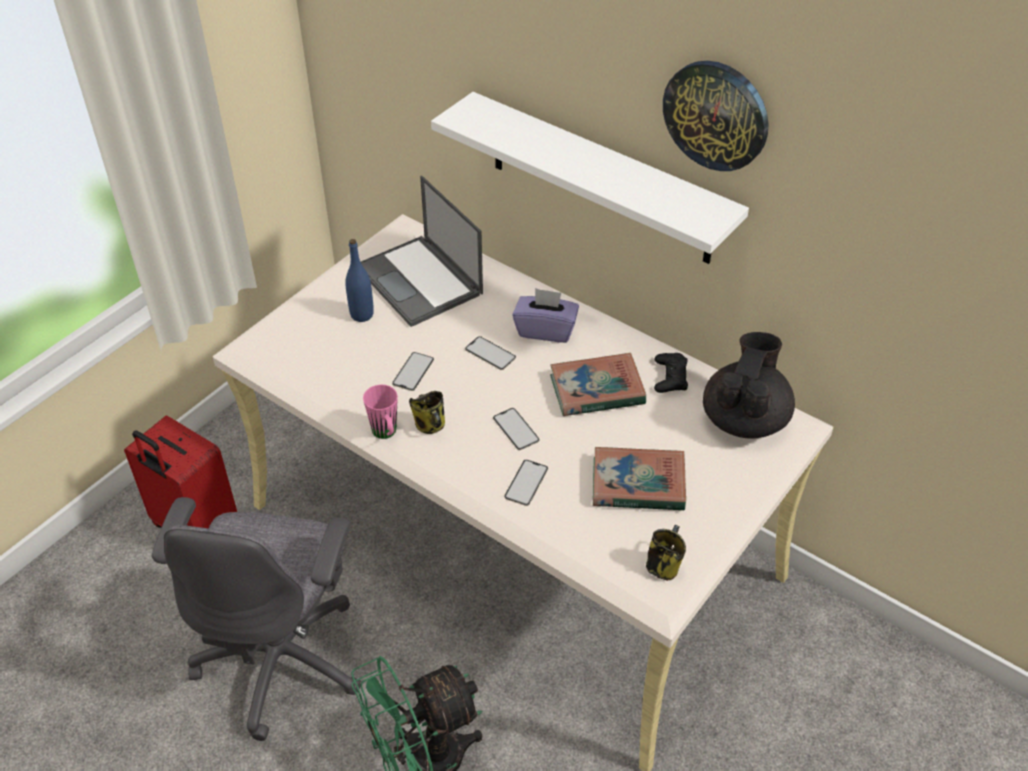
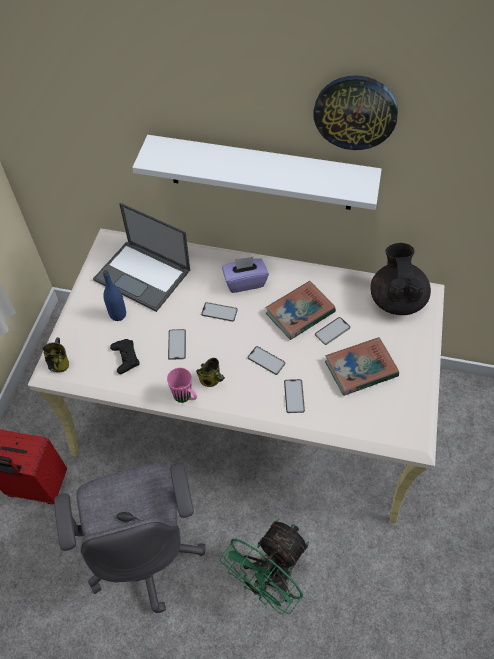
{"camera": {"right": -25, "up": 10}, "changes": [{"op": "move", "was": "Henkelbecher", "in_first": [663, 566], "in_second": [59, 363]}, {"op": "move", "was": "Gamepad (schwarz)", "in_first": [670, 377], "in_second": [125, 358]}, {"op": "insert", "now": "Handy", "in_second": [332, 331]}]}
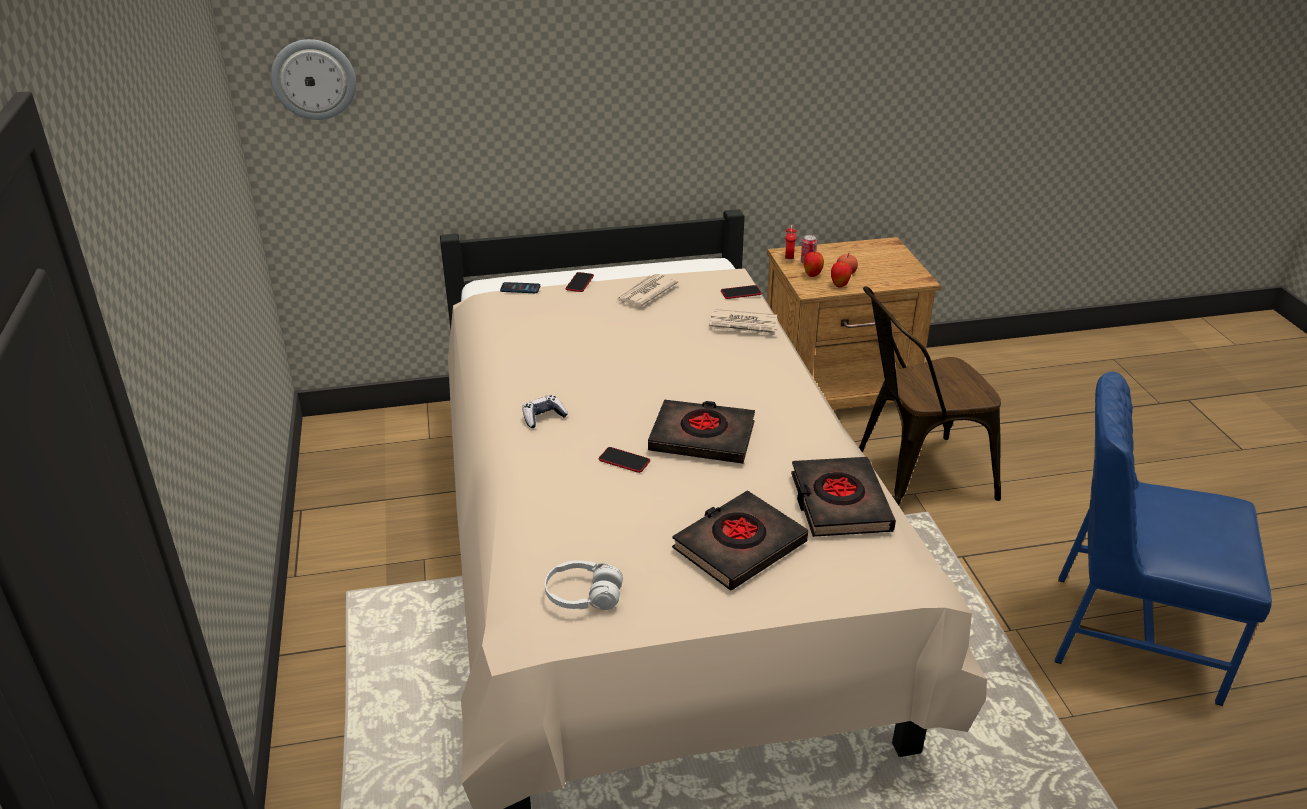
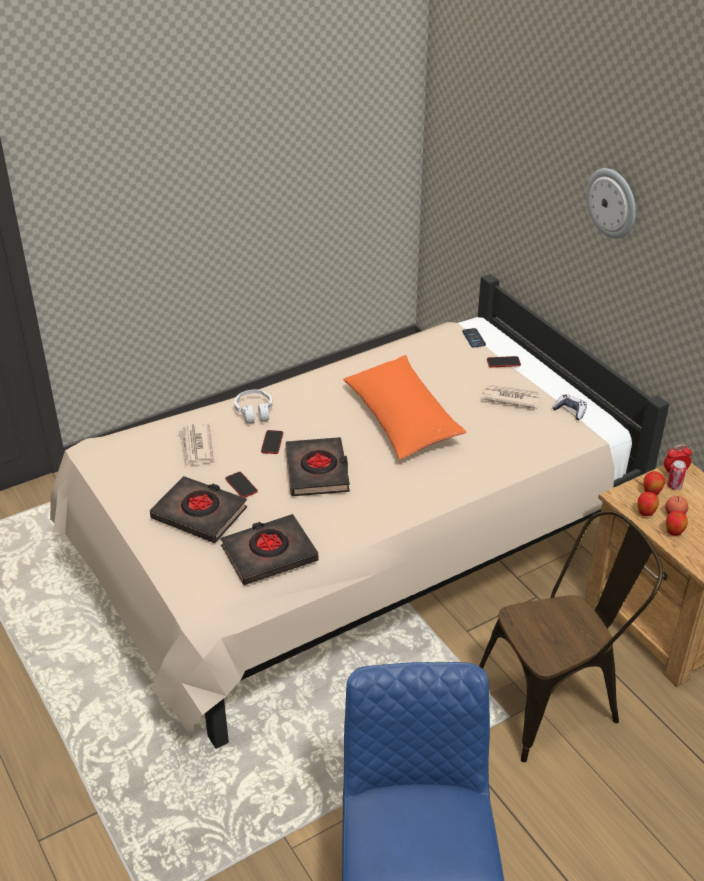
{"camera": {"right": 70, "up": 5}, "changes": [{"op": "move", "was": "Wanduhr", "in_first": [314, 79], "in_second": [612, 203]}, {"op": "move", "was": "Gamepad", "in_first": [543, 417], "in_second": [570, 411]}, {"op": "move", "was": "Kopfhörer (weiß)", "in_first": [583, 596], "in_second": [254, 412]}, {"op": "move", "was": "Zeitung", "in_first": [744, 326], "in_second": [195, 447]}, {"op": "move", "was": "Handy", "in_first": [741, 293], "in_second": [241, 485]}, {"op": "rotate", "was": "Stuhl (braun)", "in_first": [912, 477], "in_second": [557, 699], "clockwise": 105}, {"op": "insert", "now": "Kissen (orange)", "in_second": [402, 418]}, {"op": "insert", "now": "Apfel", "in_second": [673, 533]}]}
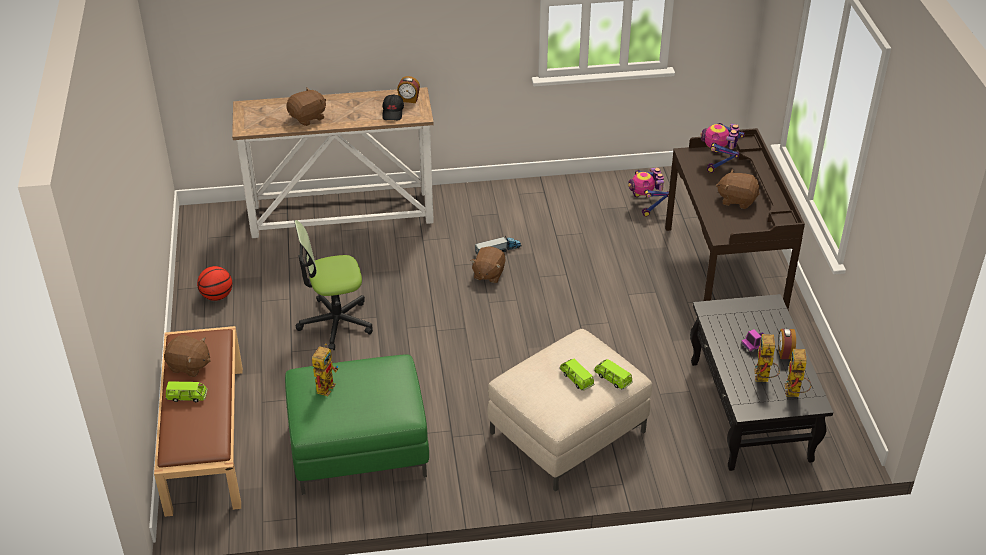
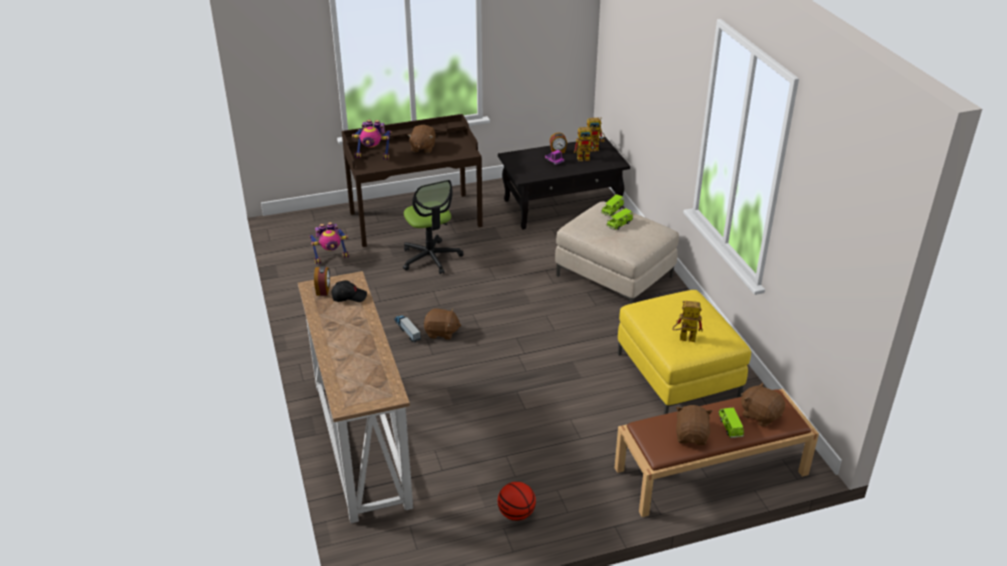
{"camera": {"right": -100, "up": -5}, "changes": [{"op": "recolor", "was": "Polsterhocker (grün)", "now": "Polsterhocker (gelb)", "in_first": [359, 447], "in_second": [677, 375]}, {"op": "move", "was": "Plüschtier (braun)", "in_first": [308, 117], "in_second": [760, 415]}, {"op": "move", "was": "Bürostuhl", "in_first": [335, 323], "in_second": [431, 258]}]}
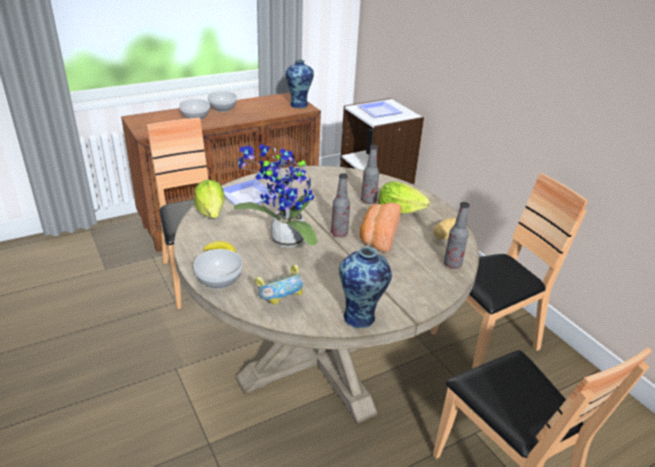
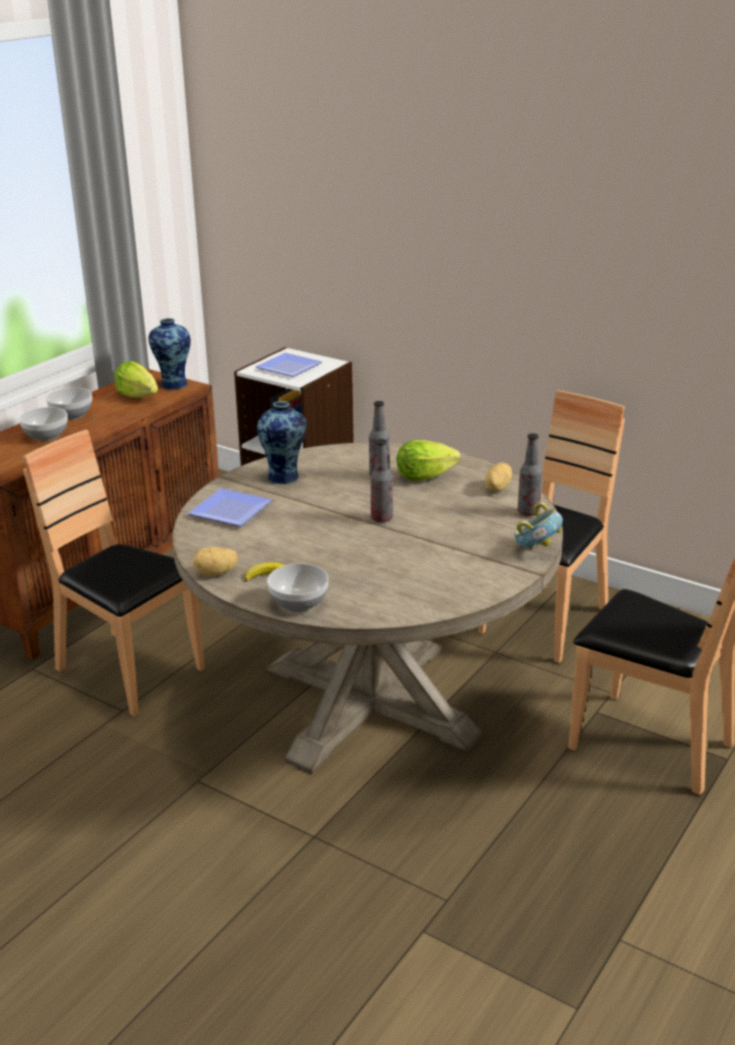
{"camera": {"right": -25, "up": -5}, "changes": [{"op": "move", "was": "Salatkopf", "in_first": [211, 212], "in_second": [138, 396]}, {"op": "delete", "was": "Topfpflanze", "in_first": [283, 241]}, {"op": "move", "was": "Schüssel", "in_first": [280, 302], "in_second": [536, 549]}, {"op": "move", "was": "Vase", "in_first": [361, 317], "in_second": [284, 477]}, {"op": "delete", "was": "Brot", "in_first": [378, 237]}, {"op": "insert", "now": "Kartoffel", "in_second": [216, 573]}]}
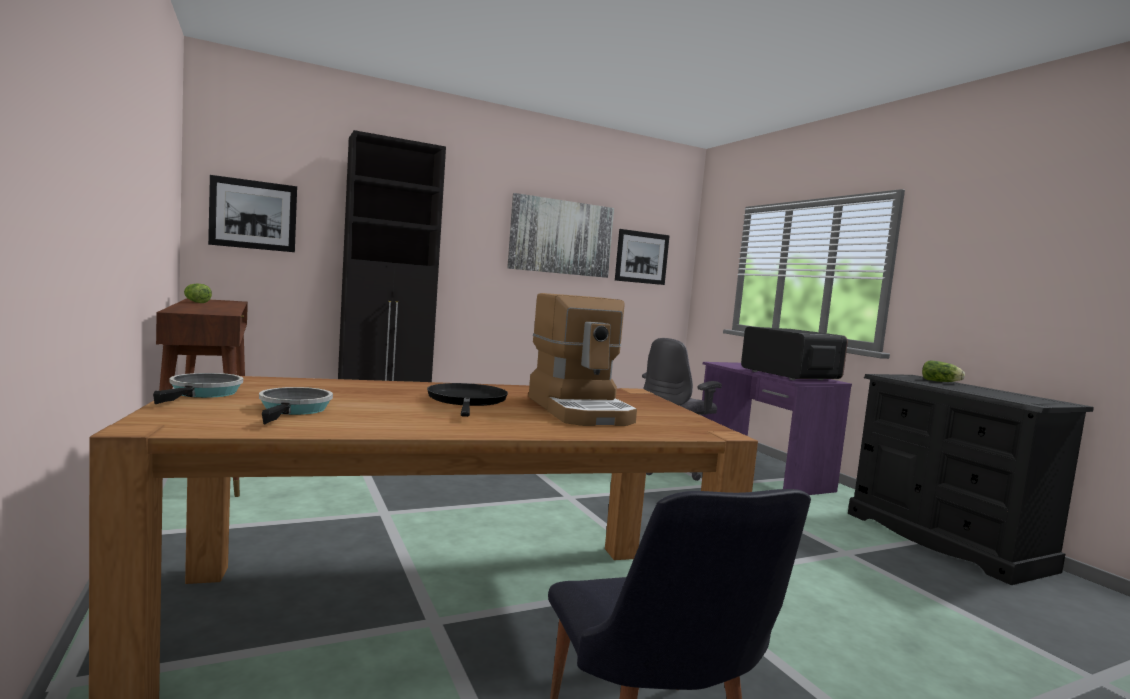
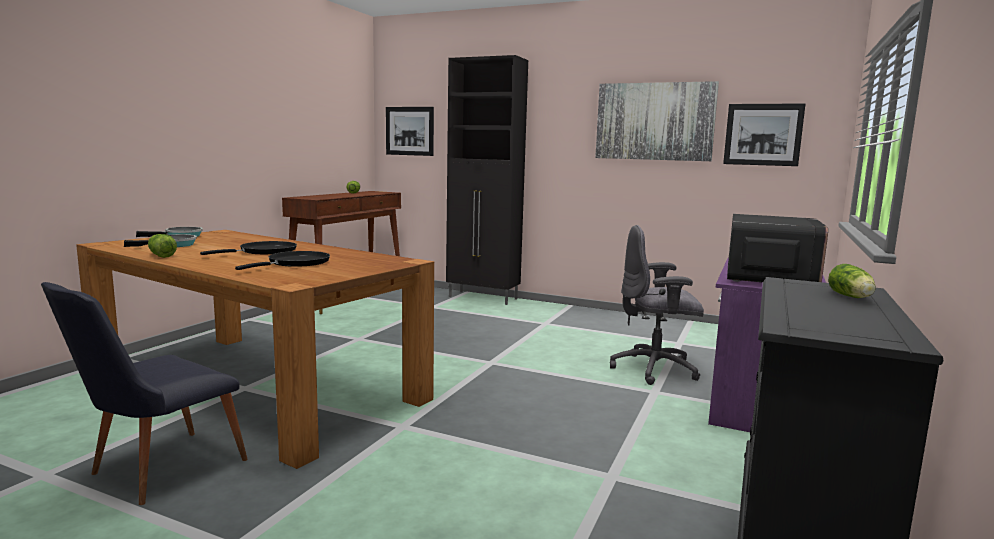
{"camera": {"right": 50, "up": 5}, "changes": [{"op": "replace", "was": "Kaffeemaschine", "now": "Pfanne (schwarz)", "in_first": [581, 410], "in_second": [295, 263]}, {"op": "insert", "now": "Salatkopf", "in_second": [161, 255]}]}
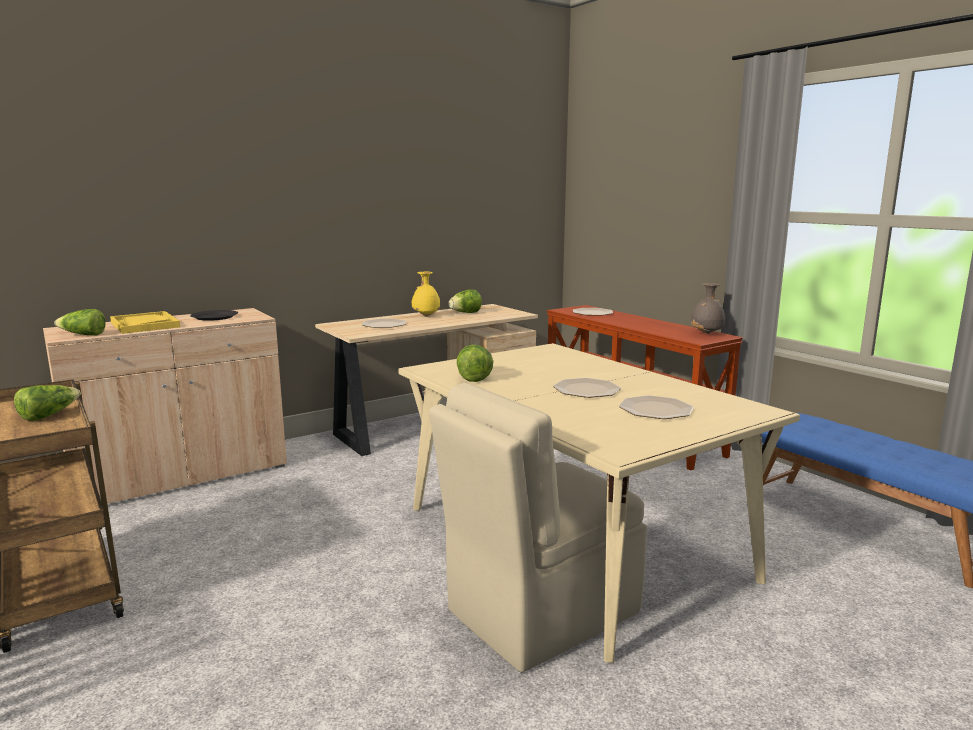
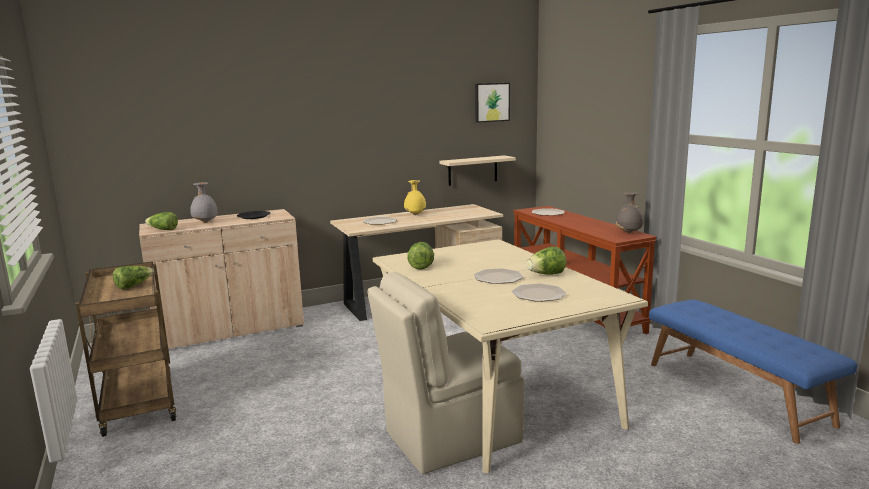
{"camera": {"right": 10, "up": 0}, "changes": [{"op": "replace", "was": "Tablett (gelb)", "now": "Vase (grau)", "in_first": [144, 325], "in_second": [205, 222]}, {"op": "move", "was": "Salatkopf", "in_first": [465, 313], "in_second": [546, 274]}, {"op": "insert", "now": "Wandregal (beige)", "in_second": [472, 170]}, {"op": "insert", "now": "Bild", "in_second": [491, 102]}]}
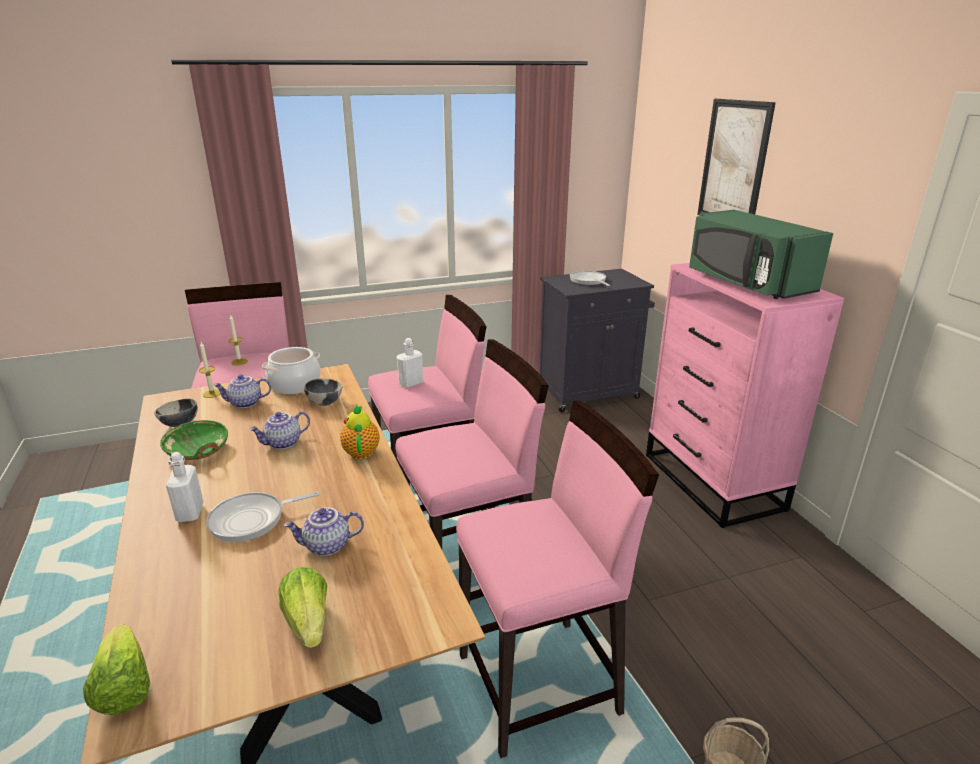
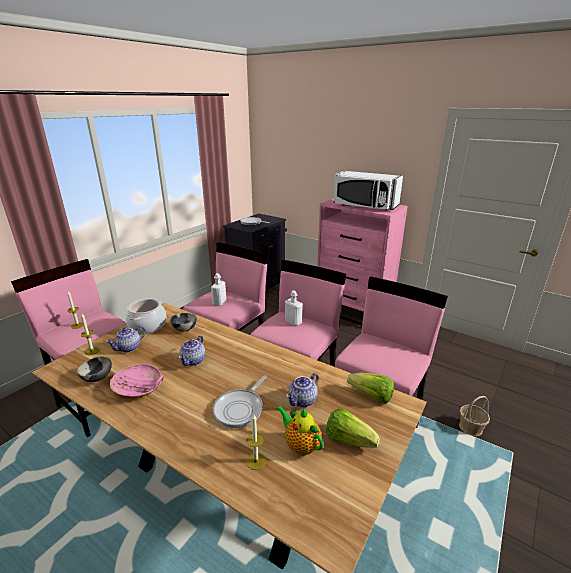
{"camera": {"right": -35, "up": 0}, "changes": [{"op": "move", "was": "Salatkopf", "in_first": [124, 687], "in_second": [371, 396]}, {"op": "recolor", "was": "Schüssel (grün)", "now": "Schüssel (rosa)", "in_first": [198, 450], "in_second": [139, 388]}, {"op": "move", "was": "Flasche (weiß)", "in_first": [190, 512], "in_second": [293, 322]}, {"op": "move", "was": "Teekanne", "in_first": [361, 451], "in_second": [300, 445]}, {"op": "recolor", "was": "Mikrowelle (grün)", "now": "Mikrowelle (weiß)", "in_first": [746, 283], "in_second": [365, 206]}, {"op": "delete", "was": "Bild", "in_first": [733, 163]}, {"op": "insert", "now": "Kerze", "in_second": [256, 461]}]}
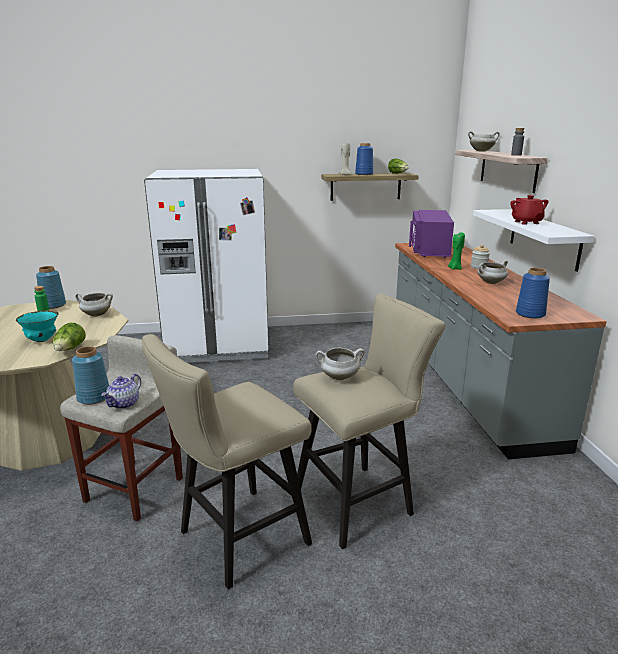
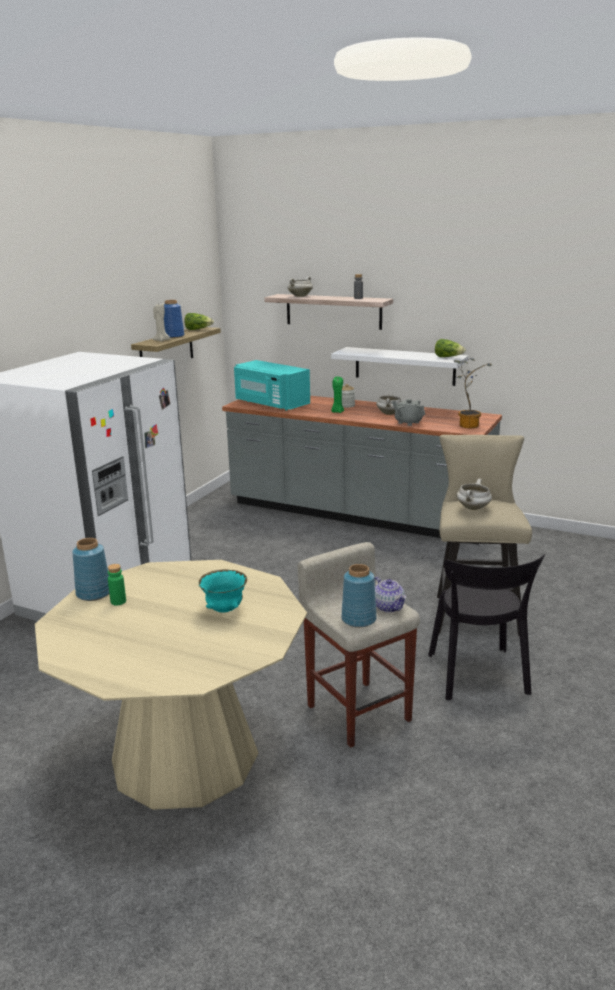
{"camera": {"right": -55, "up": 0}, "changes": [{"op": "move", "was": "Salatkopf", "in_first": [70, 349], "in_second": [448, 357]}, {"op": "delete", "was": "Kochtopf (weiß)", "in_first": [96, 315]}, {"op": "replace", "was": "Hocker (beige)", "now": "Stuhl (schwarz)", "in_first": [236, 540], "in_second": [478, 677]}, {"op": "recolor", "was": "Mikrowelle (lila)", "now": "Mikrowelle (türkis)", "in_first": [429, 250], "in_second": [270, 404]}, {"op": "delete", "was": "Teekanne (rot)", "in_first": [526, 222]}, {"op": "replace", "was": "Vase (blau)", "now": "Topfpflanze", "in_first": [529, 314], "in_second": [467, 425]}, {"op": "insert", "now": "Teekanne (grau)", "in_second": [408, 422]}]}
